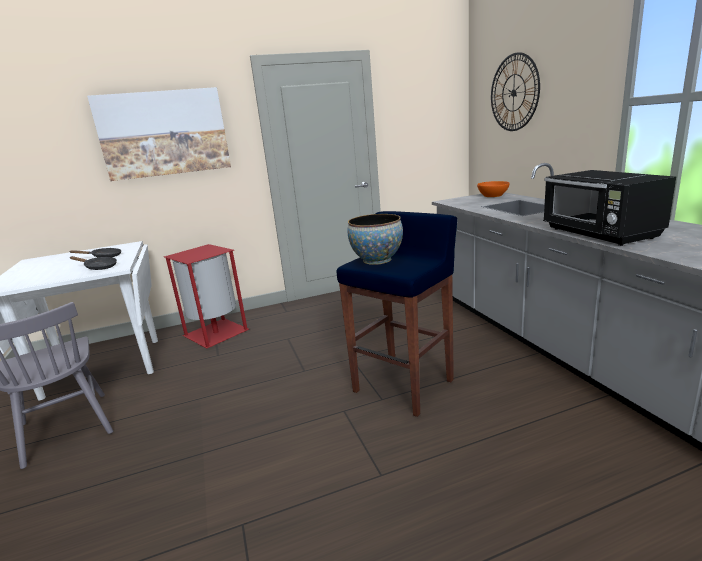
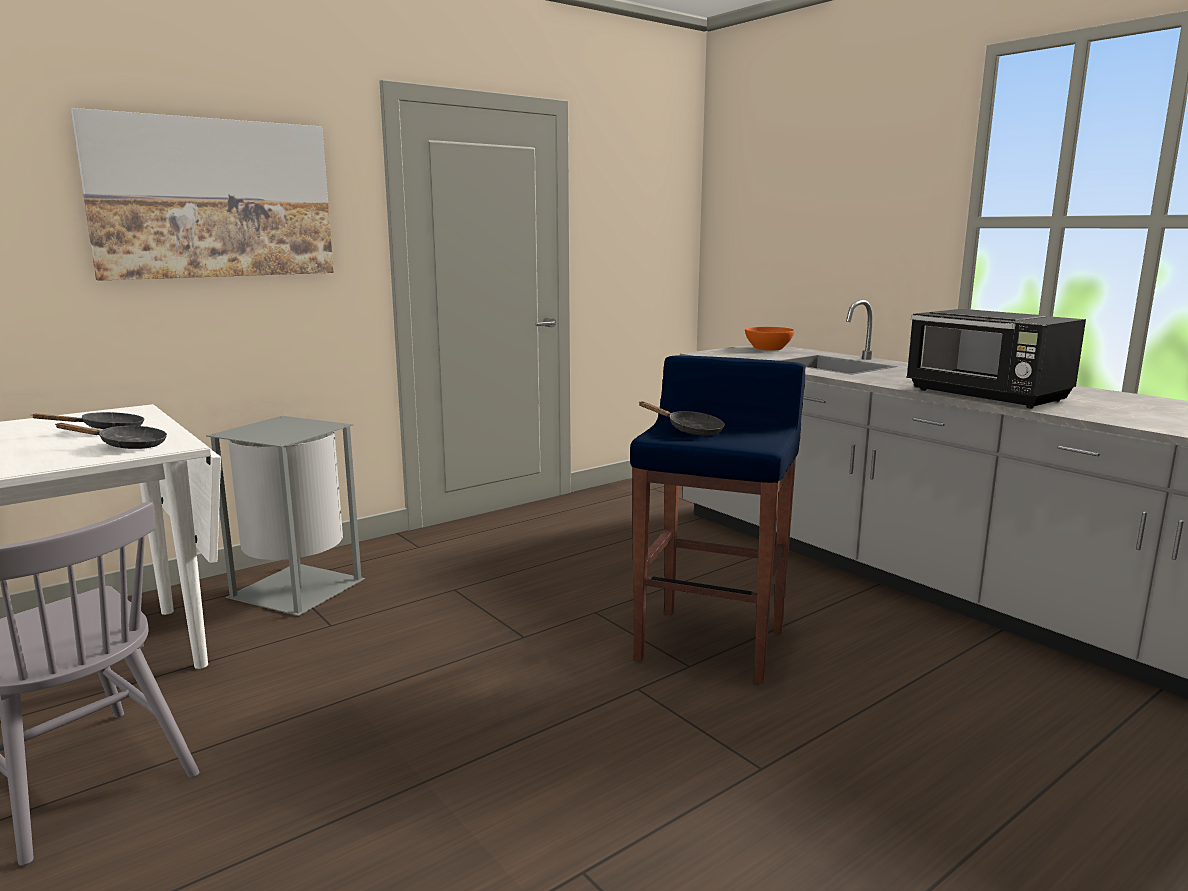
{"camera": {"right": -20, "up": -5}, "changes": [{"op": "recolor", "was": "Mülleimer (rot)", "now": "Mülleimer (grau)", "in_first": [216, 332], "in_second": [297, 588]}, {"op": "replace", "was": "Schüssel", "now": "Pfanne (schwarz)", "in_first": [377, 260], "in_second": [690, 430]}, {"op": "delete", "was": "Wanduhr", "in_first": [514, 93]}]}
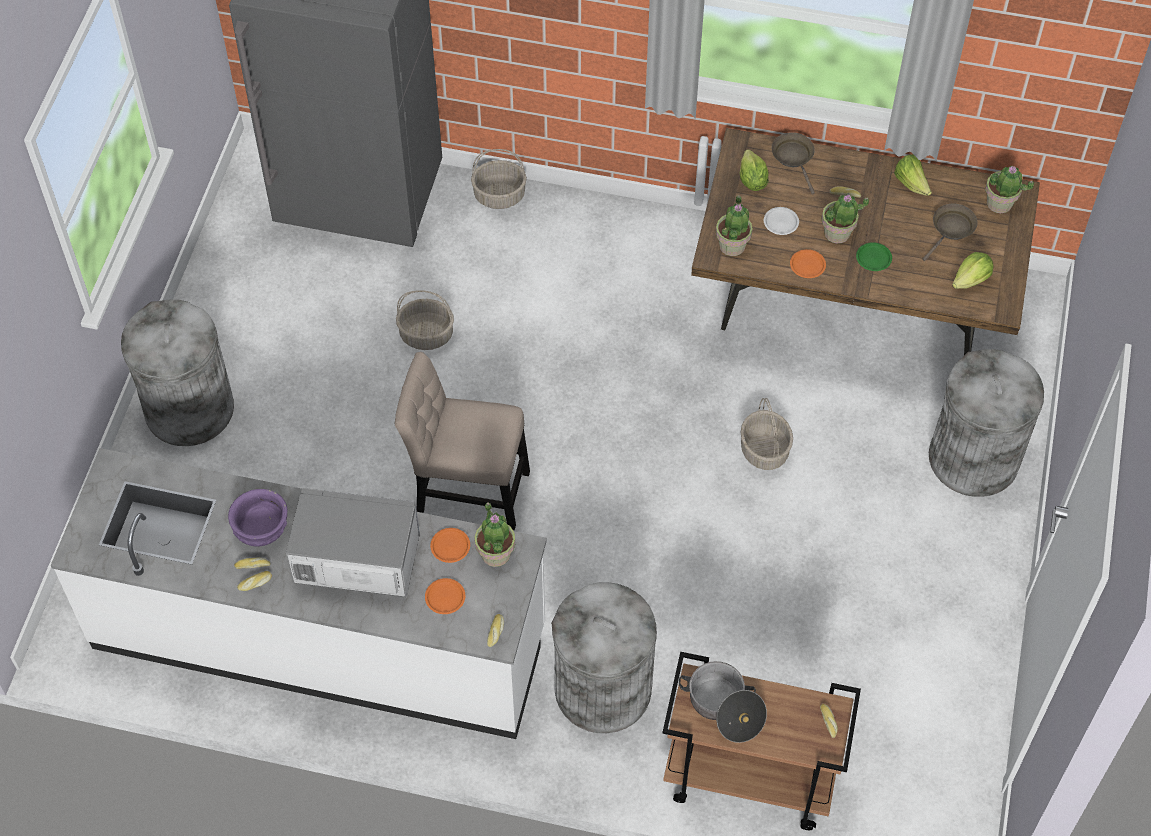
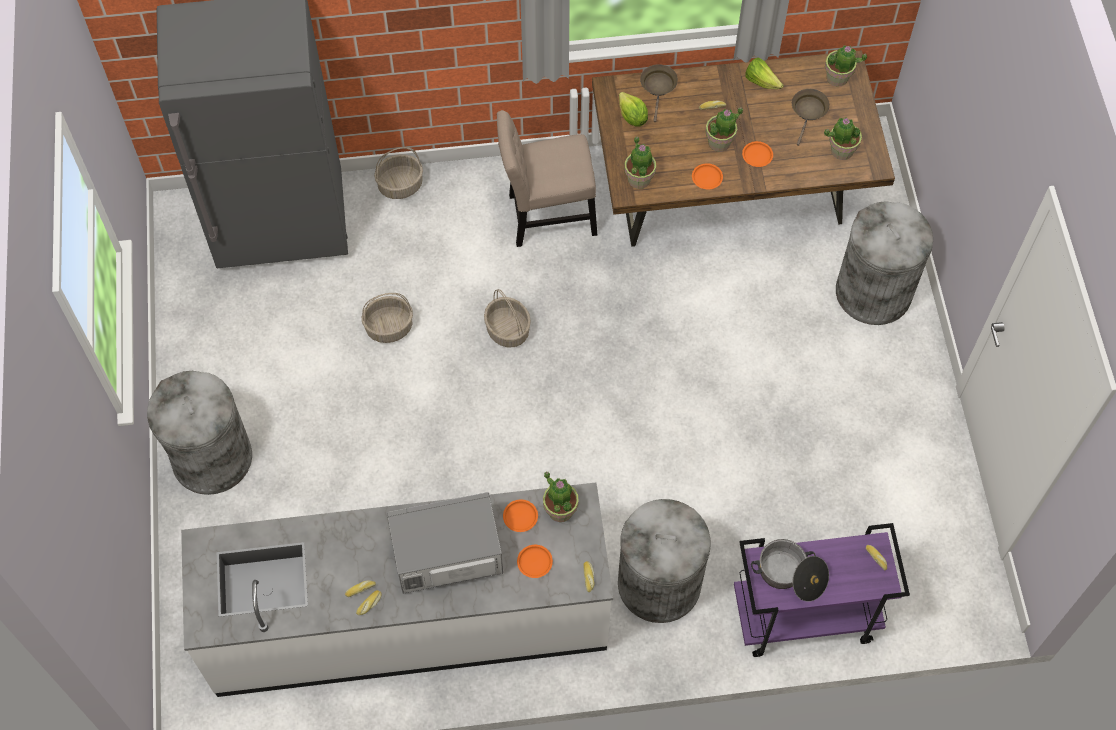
{"camera": {"right": -20, "up": 5}, "changes": [{"op": "delete", "was": "Schüssel (lila)", "in_first": [260, 529]}, {"op": "move", "was": "Stuhl (beige)", "in_first": [467, 490], "in_second": [547, 216]}, {"op": "recolor", "was": "Rollwagen (braun)", "now": "Rollwagen (lila)", "in_first": [747, 778], "in_second": [803, 617]}, {"op": "move", "was": "Korb", "in_first": [765, 450], "in_second": [508, 330]}, {"op": "delete", "was": "Teller (weiß)", "in_first": [781, 223]}, {"op": "rotate", "was": "Pfanne (braun)", "in_first": [794, 158], "in_second": [658, 87], "clockwise": 45}, {"op": "recolor", "was": "Teller (grün)", "now": "Teller (orange)", "in_first": [873, 258], "in_second": [757, 155]}, {"op": "replace", "was": "Salatkopf", "now": "Topfpflanze", "in_first": [971, 280], "in_second": [841, 150]}]}
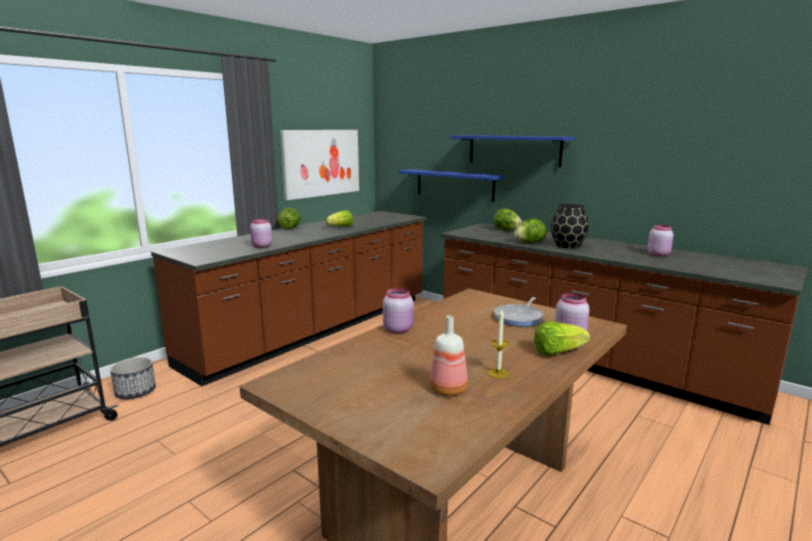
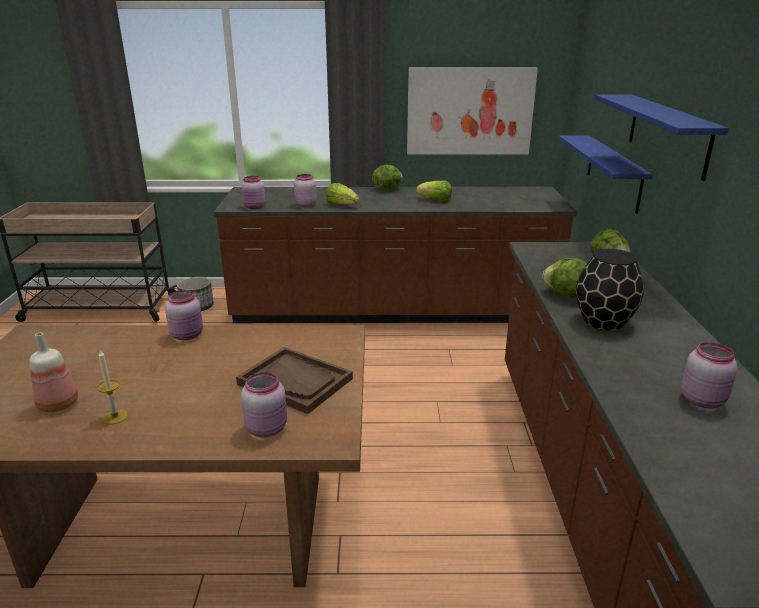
{"camera": {"right": 50, "up": 10}, "changes": [{"op": "replace", "was": "Pfanne", "now": "Tablett (braun)", "in_first": [519, 317], "in_second": [295, 381]}, {"op": "move", "was": "Salatkopf", "in_first": [557, 352], "in_second": [341, 205]}, {"op": "insert", "now": "Vorratsglas (rosa)", "in_second": [254, 207]}]}
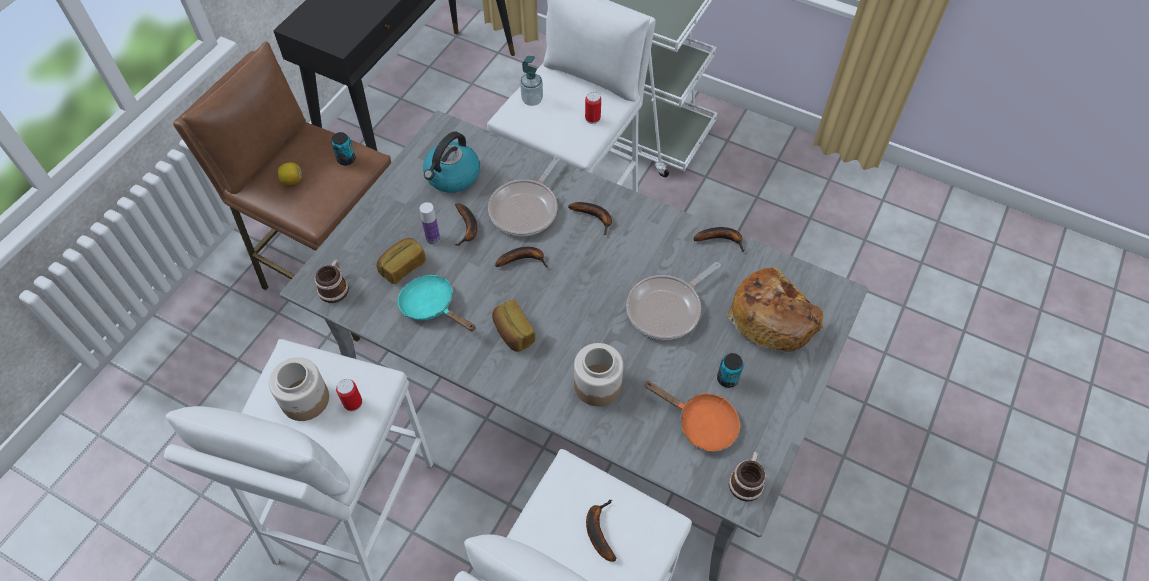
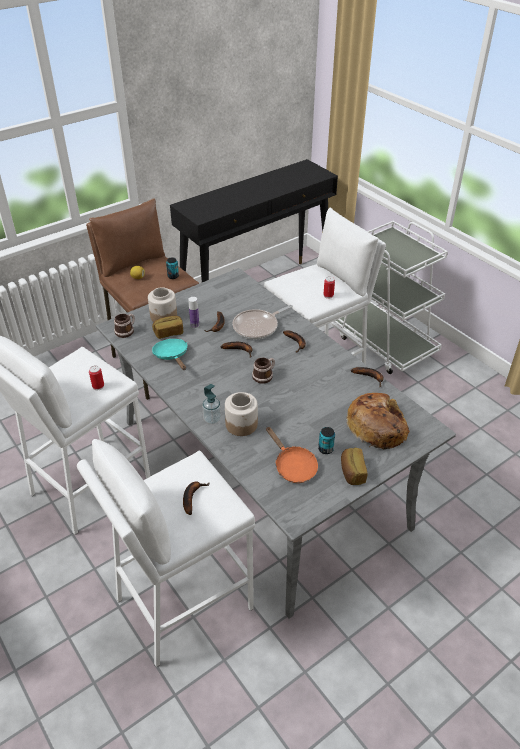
{"camera": {"right": 25, "up": -15}, "changes": [{"op": "move", "was": "Vorratsglas", "in_first": [305, 400], "in_second": [163, 316]}, {"op": "delete", "was": "Wasserkessel", "in_first": [452, 176]}, {"op": "move", "was": "Brot", "in_first": [513, 333], "in_second": [352, 472]}, {"op": "move", "was": "Seifenspender", "in_first": [532, 100], "in_second": [212, 419]}, {"op": "delete", "was": "Pfanne", "in_first": [667, 309]}, {"op": "move", "was": "Henkelbecher", "in_first": [746, 480], "in_second": [264, 375]}]}
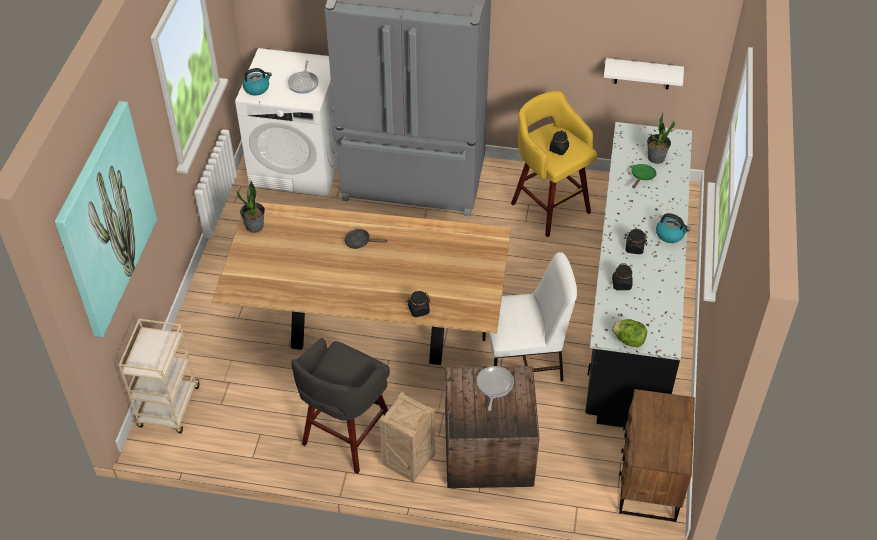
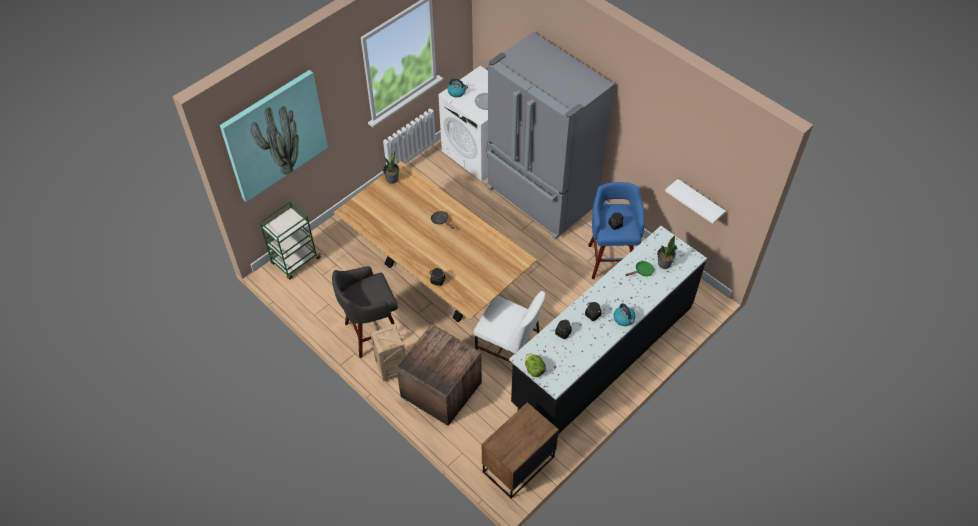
{"camera": {"right": 35, "up": 5}, "changes": [{"op": "recolor", "was": "Rollwagen (beige)", "now": "Rollwagen (grün)", "in_first": [169, 408], "in_second": [295, 261]}, {"op": "delete", "was": "Pfanne", "in_first": [494, 386]}, {"op": "recolor", "was": "Hocker (gelb)", "now": "Hocker (blau)", "in_first": [549, 206], "in_second": [611, 259]}]}
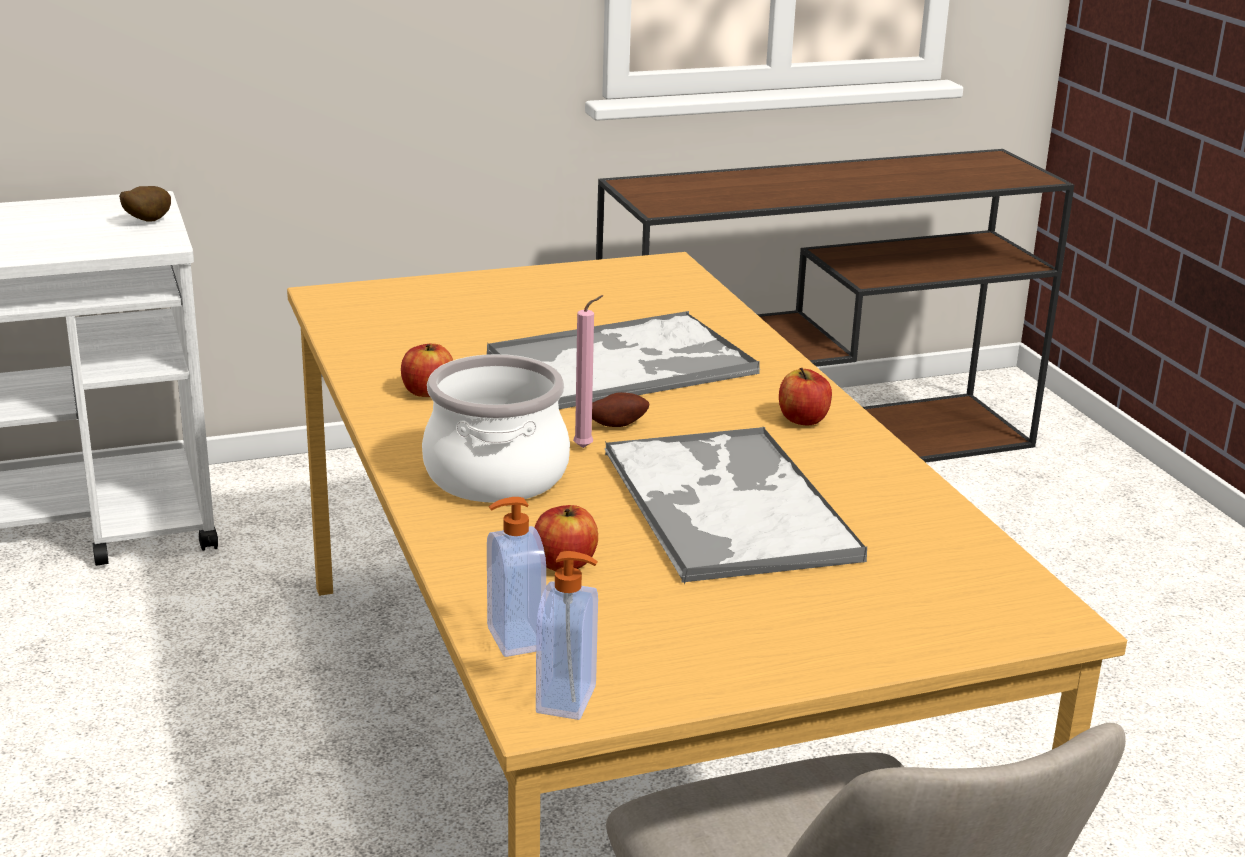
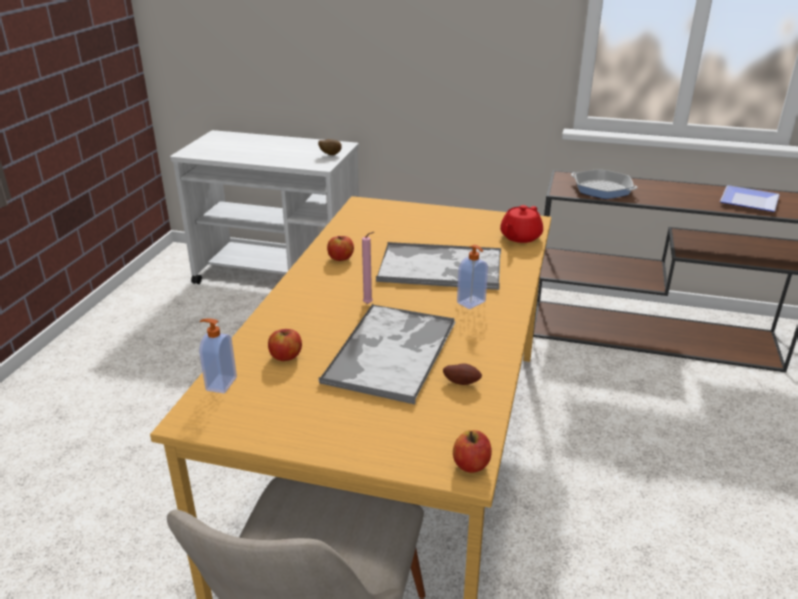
{"camera": {"right": 35, "up": 5}, "changes": [{"op": "delete", "was": "Kochtopf", "in_first": [498, 475]}, {"op": "move", "was": "Seifenspender", "in_first": [568, 700], "in_second": [472, 302]}, {"op": "move", "was": "Kartoffel", "in_first": [617, 424], "in_second": [462, 381]}, {"op": "move", "was": "Apfel", "in_first": [803, 419], "in_second": [471, 464]}, {"op": "insert", "now": "Teekanne (rot)", "in_second": [520, 237]}, {"op": "insert", "now": "Pfanne", "in_second": [602, 189]}, {"op": "insert", "now": "Teller", "in_second": [751, 201]}]}
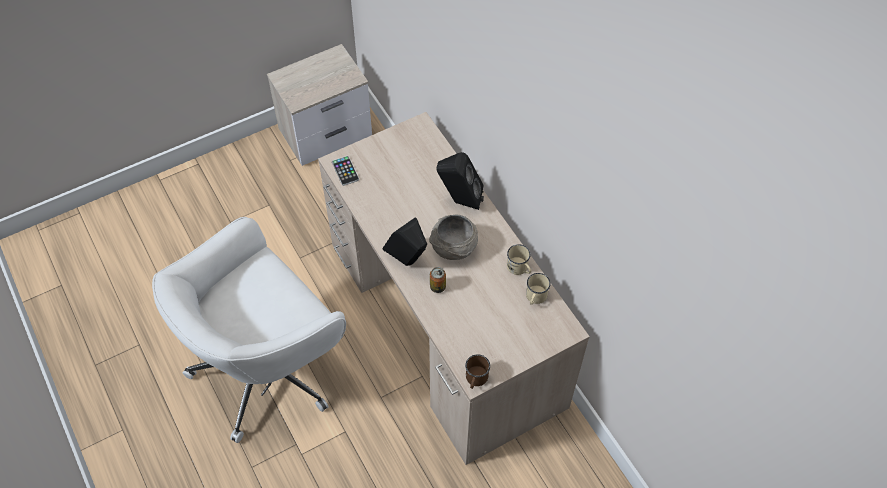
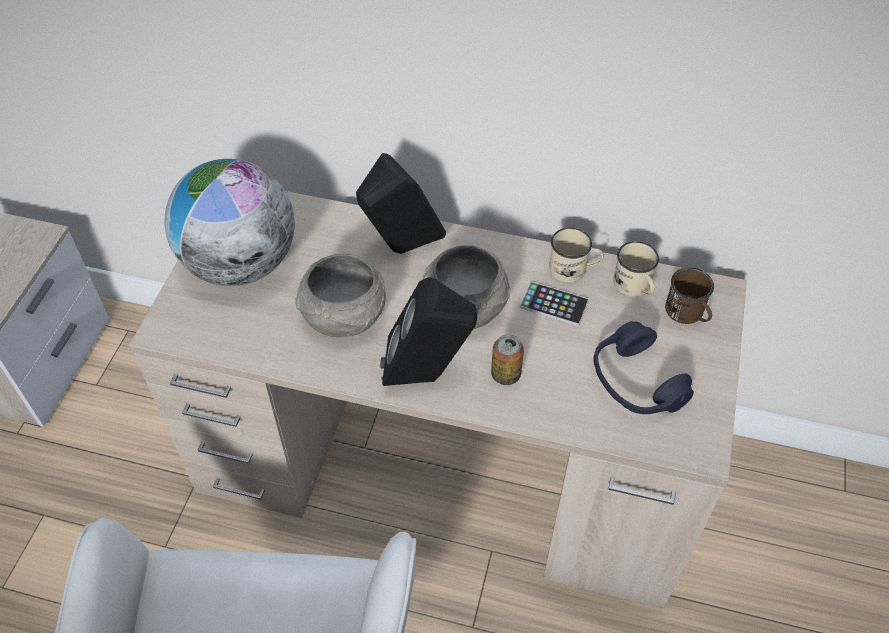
{"camera": {"right": -45, "up": -5}, "changes": [{"op": "move", "was": "Handy", "in_first": [345, 171], "in_second": [554, 304]}, {"op": "move", "was": "Henkelbecher (braun)", "in_first": [475, 379], "in_second": [688, 314]}, {"op": "insert", "now": "Globus", "in_second": [240, 264]}, {"op": "insert", "now": "Schüssel (grau)", "in_second": [343, 317]}, {"op": "insert", "now": "Kopfhörer (blau)", "in_second": [635, 382]}]}
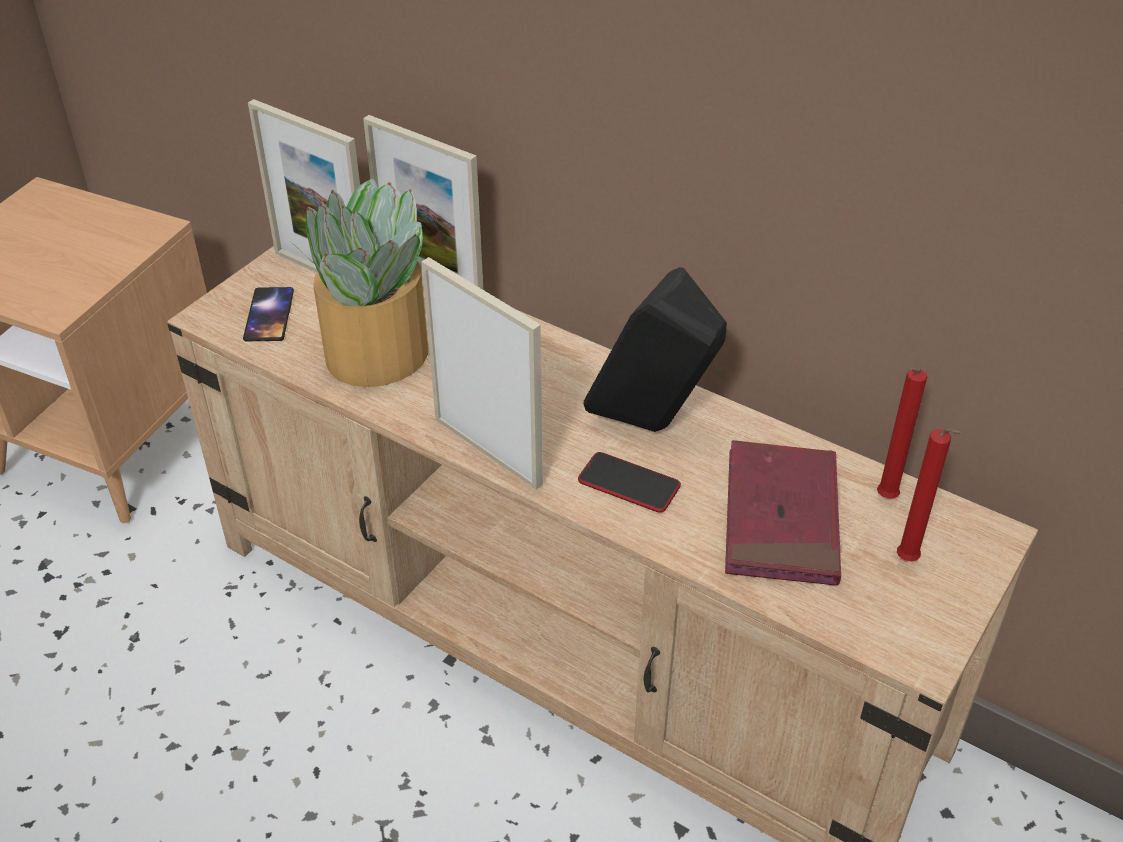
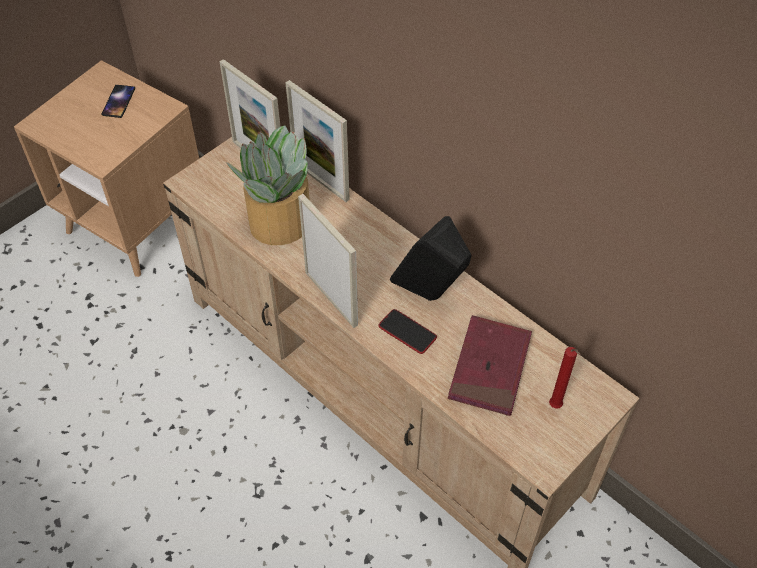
{"camera": {"right": 10, "up": 10}, "changes": [{"op": "move", "was": "Handy", "in_first": [269, 315], "in_second": [118, 101]}, {"op": "delete", "was": "Kerze (rot)", "in_first": [884, 499]}]}
